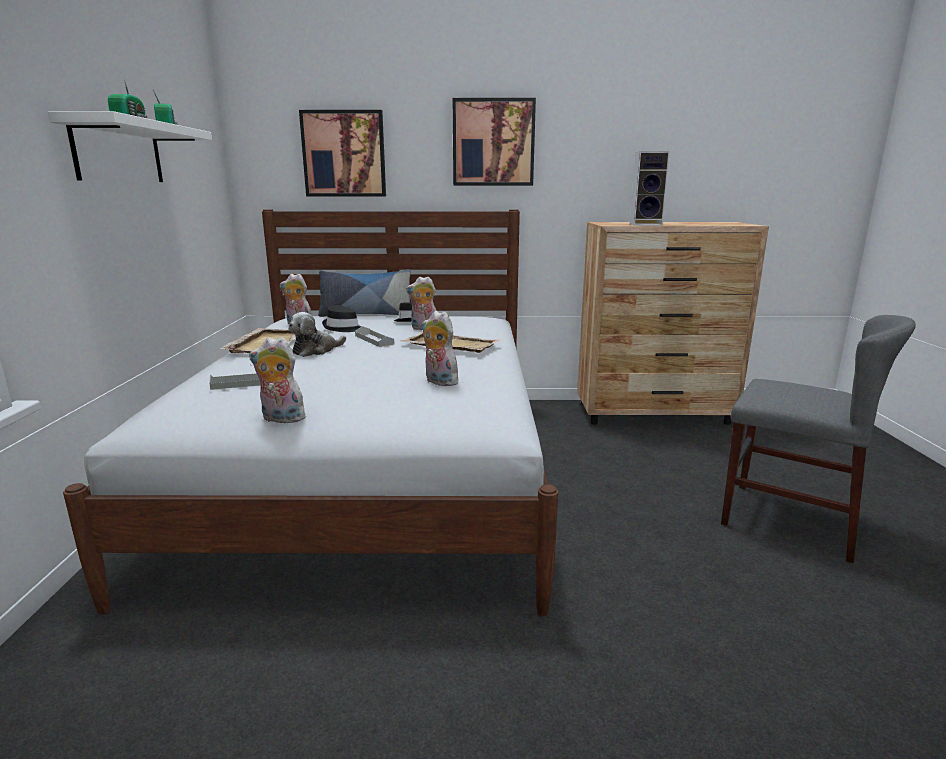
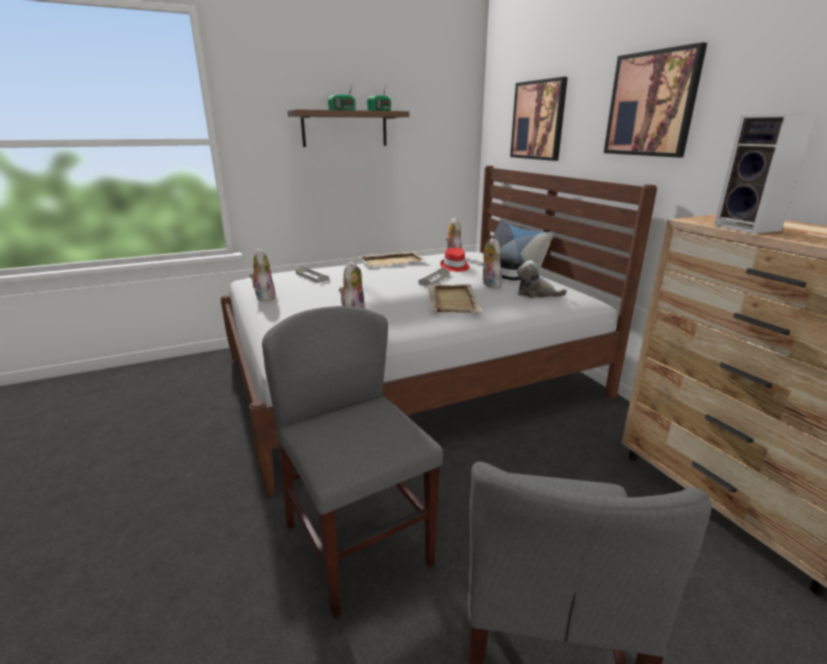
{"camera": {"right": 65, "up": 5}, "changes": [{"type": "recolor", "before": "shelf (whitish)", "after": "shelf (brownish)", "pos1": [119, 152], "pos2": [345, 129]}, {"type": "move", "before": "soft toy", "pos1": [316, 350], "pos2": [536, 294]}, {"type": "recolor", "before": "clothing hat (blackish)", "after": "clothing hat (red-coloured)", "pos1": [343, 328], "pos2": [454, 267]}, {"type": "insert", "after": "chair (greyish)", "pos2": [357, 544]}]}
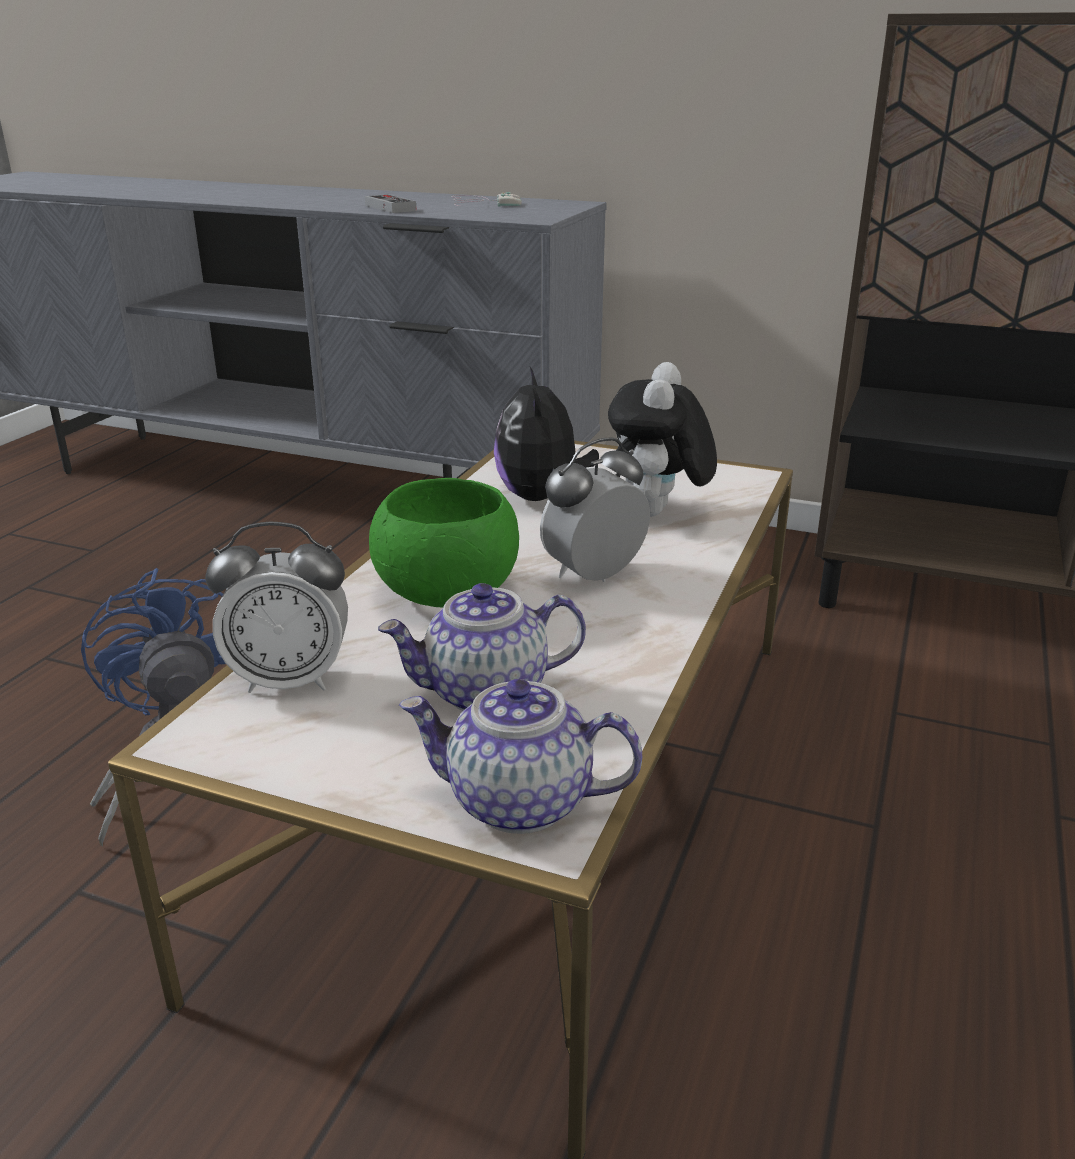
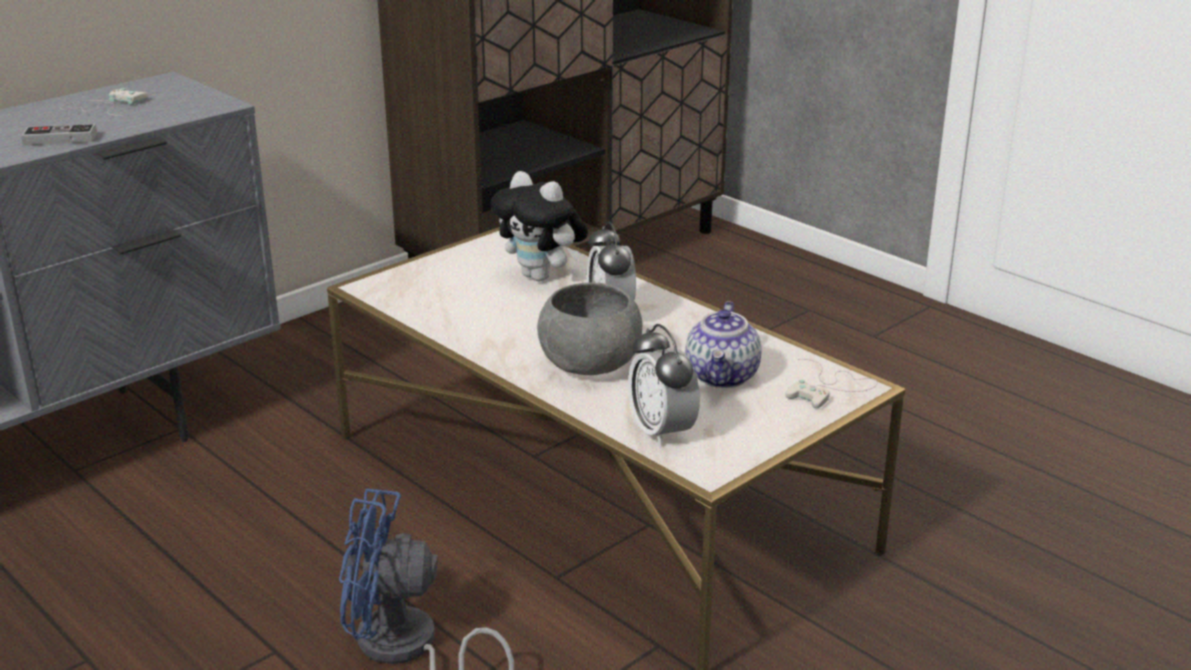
{"camera": {"right": -65, "up": 0}, "changes": [{"type": "rotate", "before": "bedside clock", "pos1": [290, 680], "pos2": [662, 432], "turn": 135}, {"type": "recolor", "before": "deep dish (green-coloured)", "after": "deep dish (greyish)", "pos1": [445, 592], "pos2": [589, 365]}, {"type": "replace", "before": "teapot", "after": "game controller (whitish)", "pos1": [518, 802], "pos2": [830, 388]}, {"type": "delete", "before": "soft toy", "pos1": [541, 497]}]}
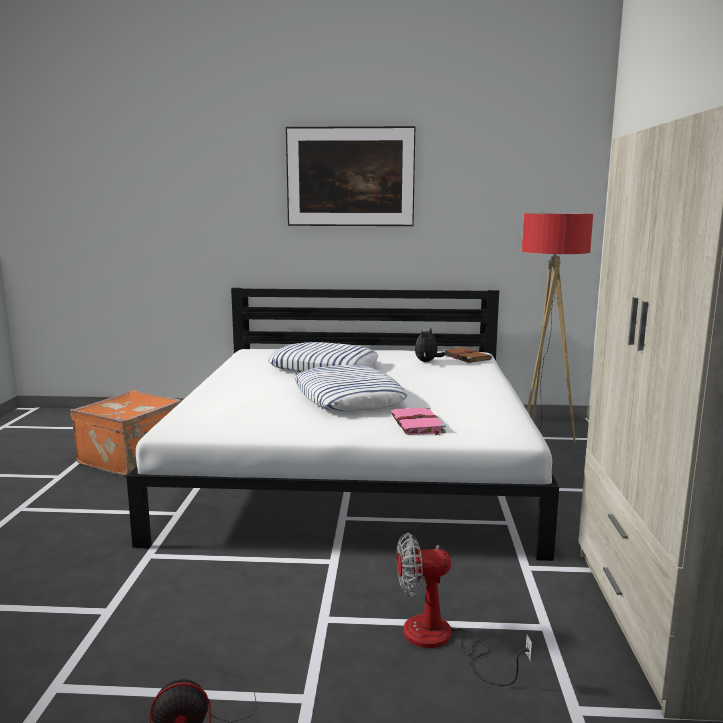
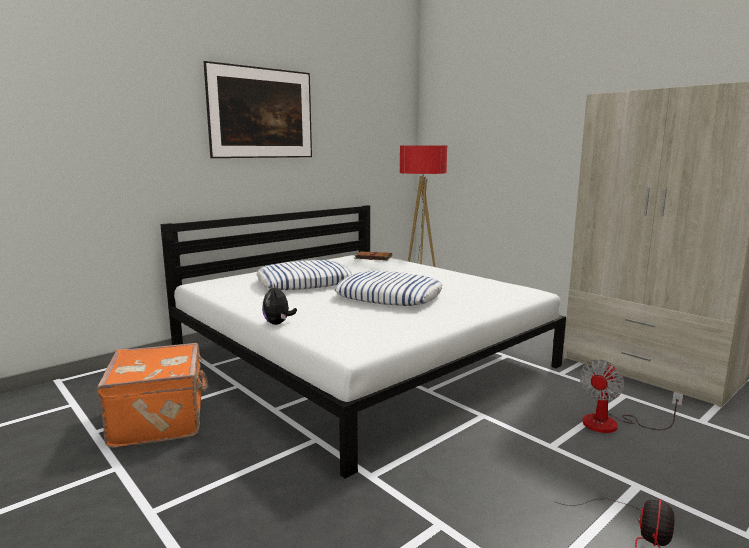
{"camera": {"right": -45, "up": 0}, "changes": [{"type": "delete", "before": "book (pink)", "pos1": [418, 424]}, {"type": "move", "before": "soft toy", "pos1": [427, 362], "pos2": [278, 323]}]}
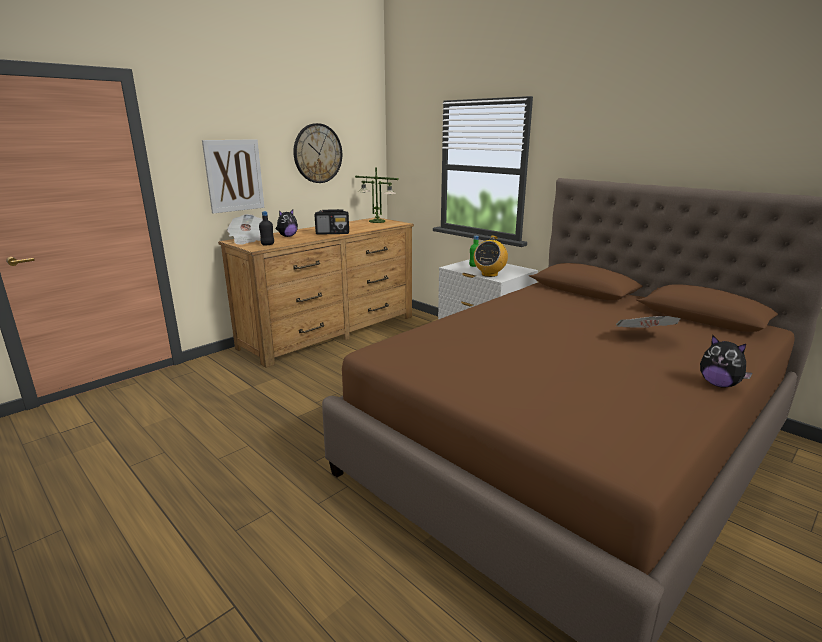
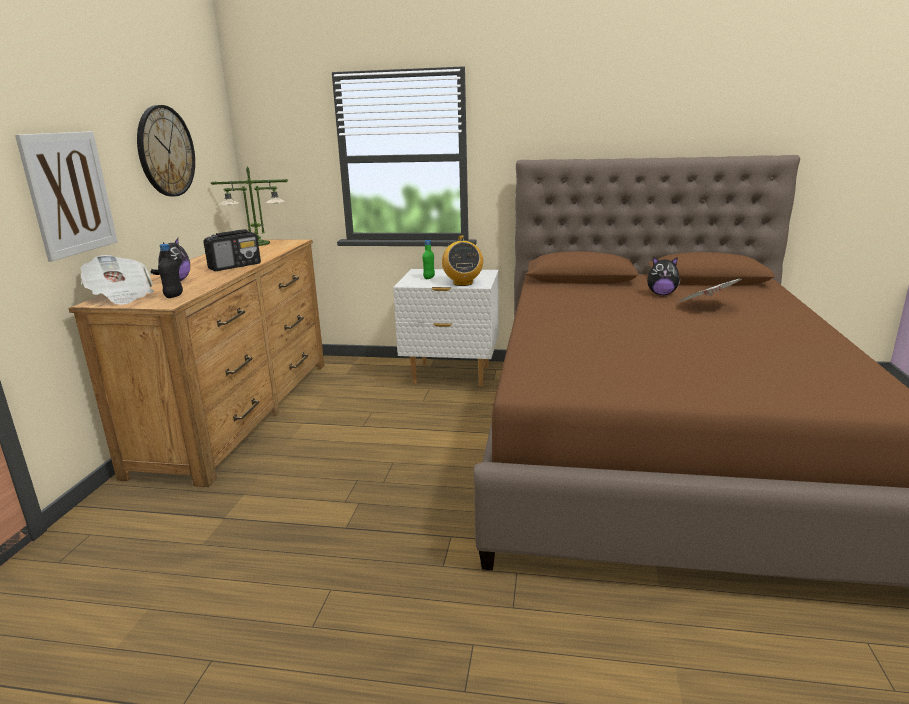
{"camera": {"right": -35, "up": 0}, "changes": [{"type": "move", "before": "soft toy", "pos1": [719, 384], "pos2": [661, 294]}]}
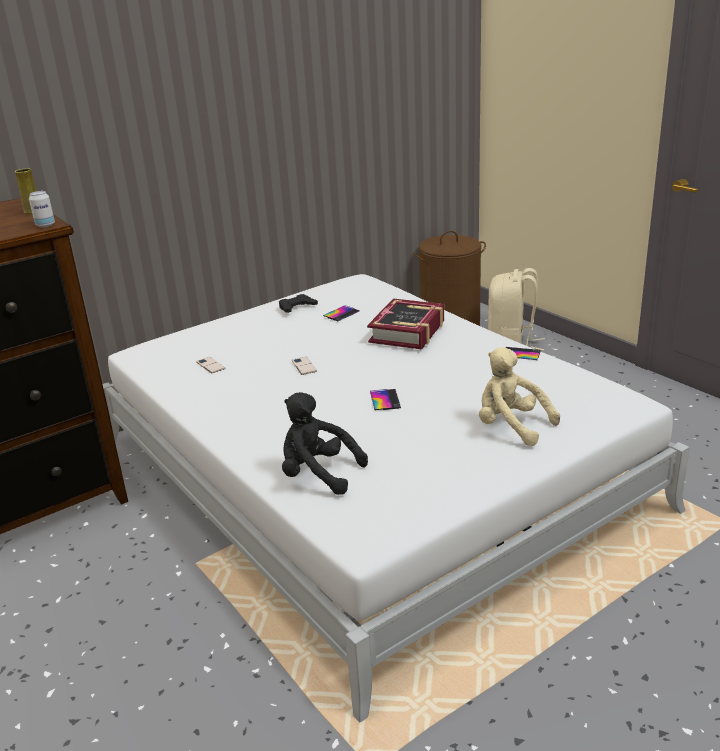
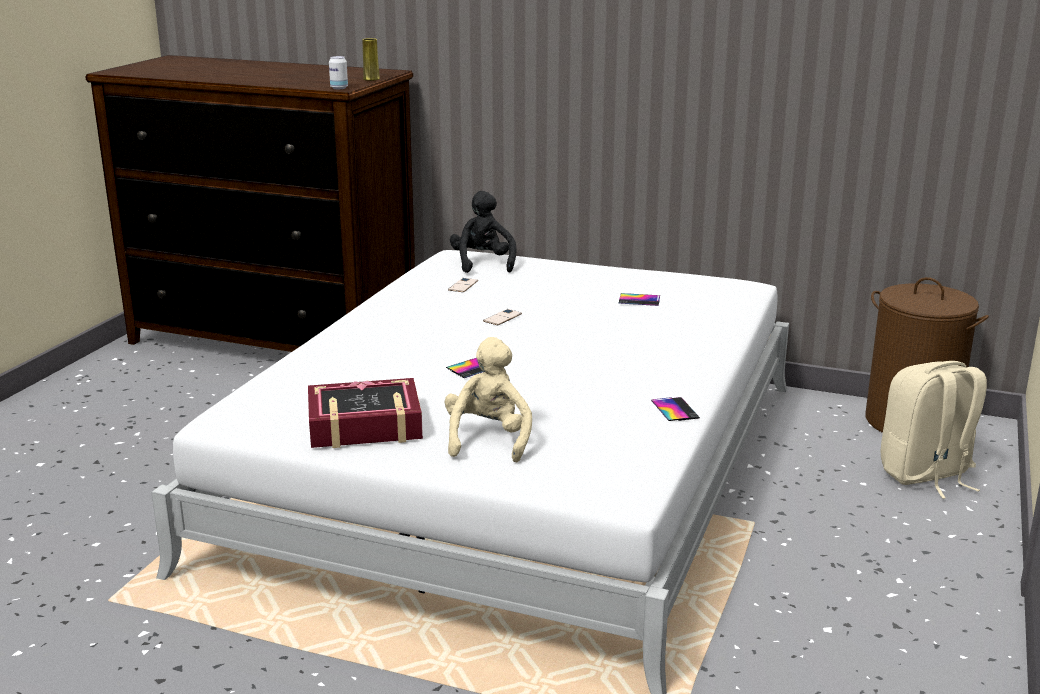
{"camera": {"right": 55, "up": -5}, "changes": [{"type": "delete", "before": "game controller (blackish)", "pos1": [297, 307]}, {"type": "move", "before": "soft toy (blackish)", "pos1": [318, 474], "pos2": [483, 263]}, {"type": "move", "before": "book", "pos1": [408, 332], "pos2": [364, 425]}]}
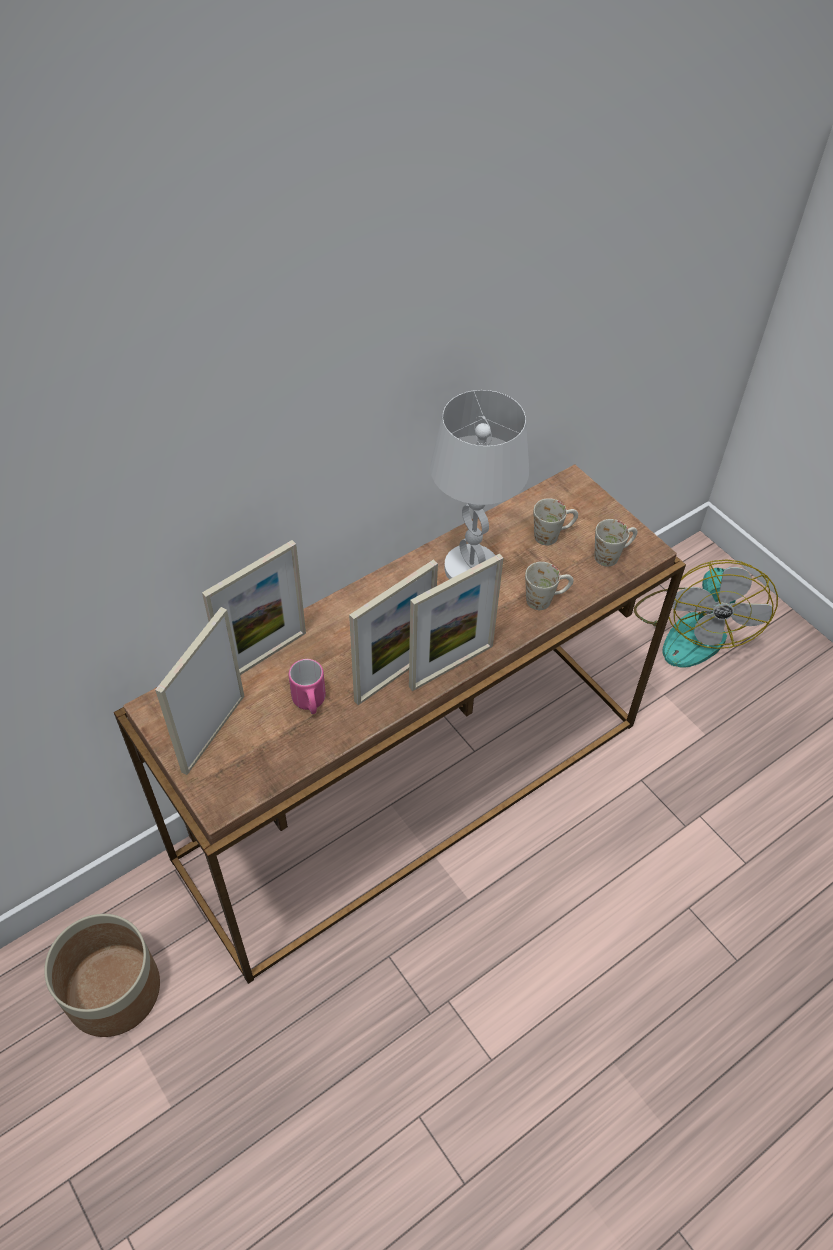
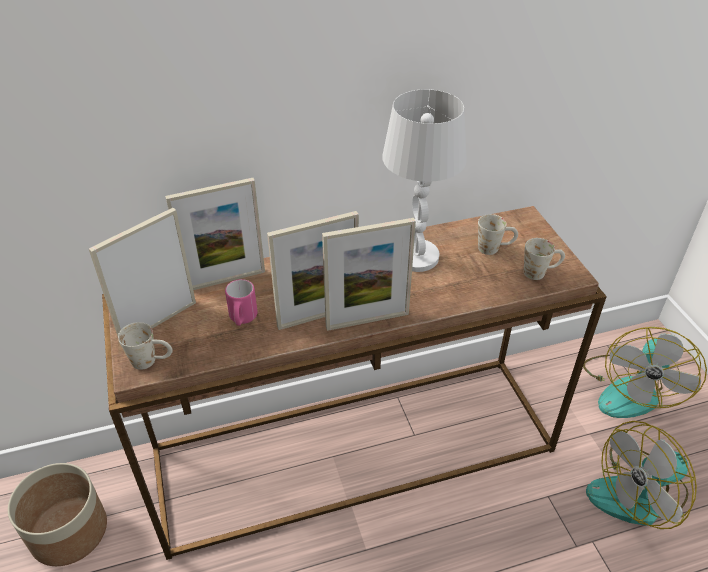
{"camera": {"right": 20, "up": -10}, "changes": [{"type": "move", "before": "coffee mug (whitish)", "pos1": [546, 598], "pos2": [151, 361]}, {"type": "insert", "after": "electric fan", "pos2": [638, 494]}]}
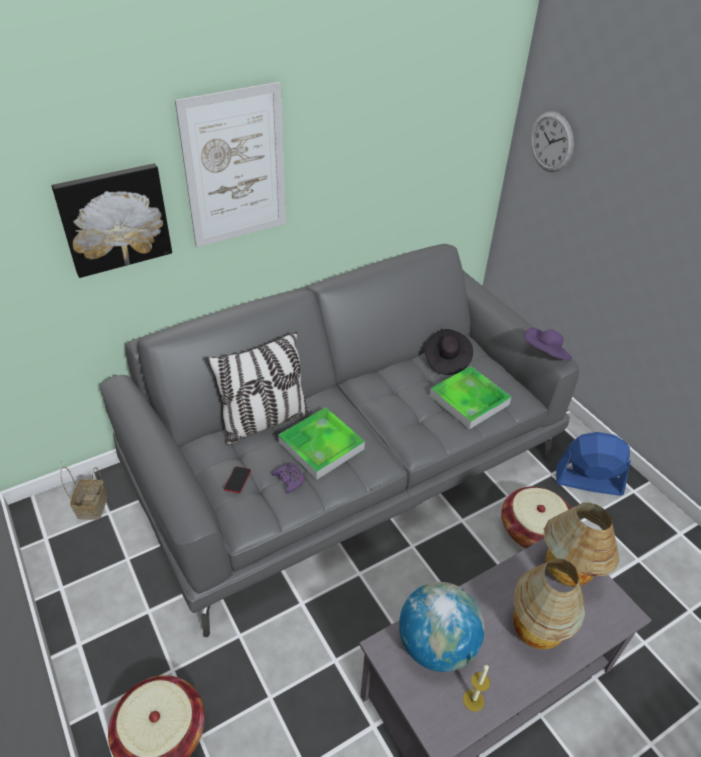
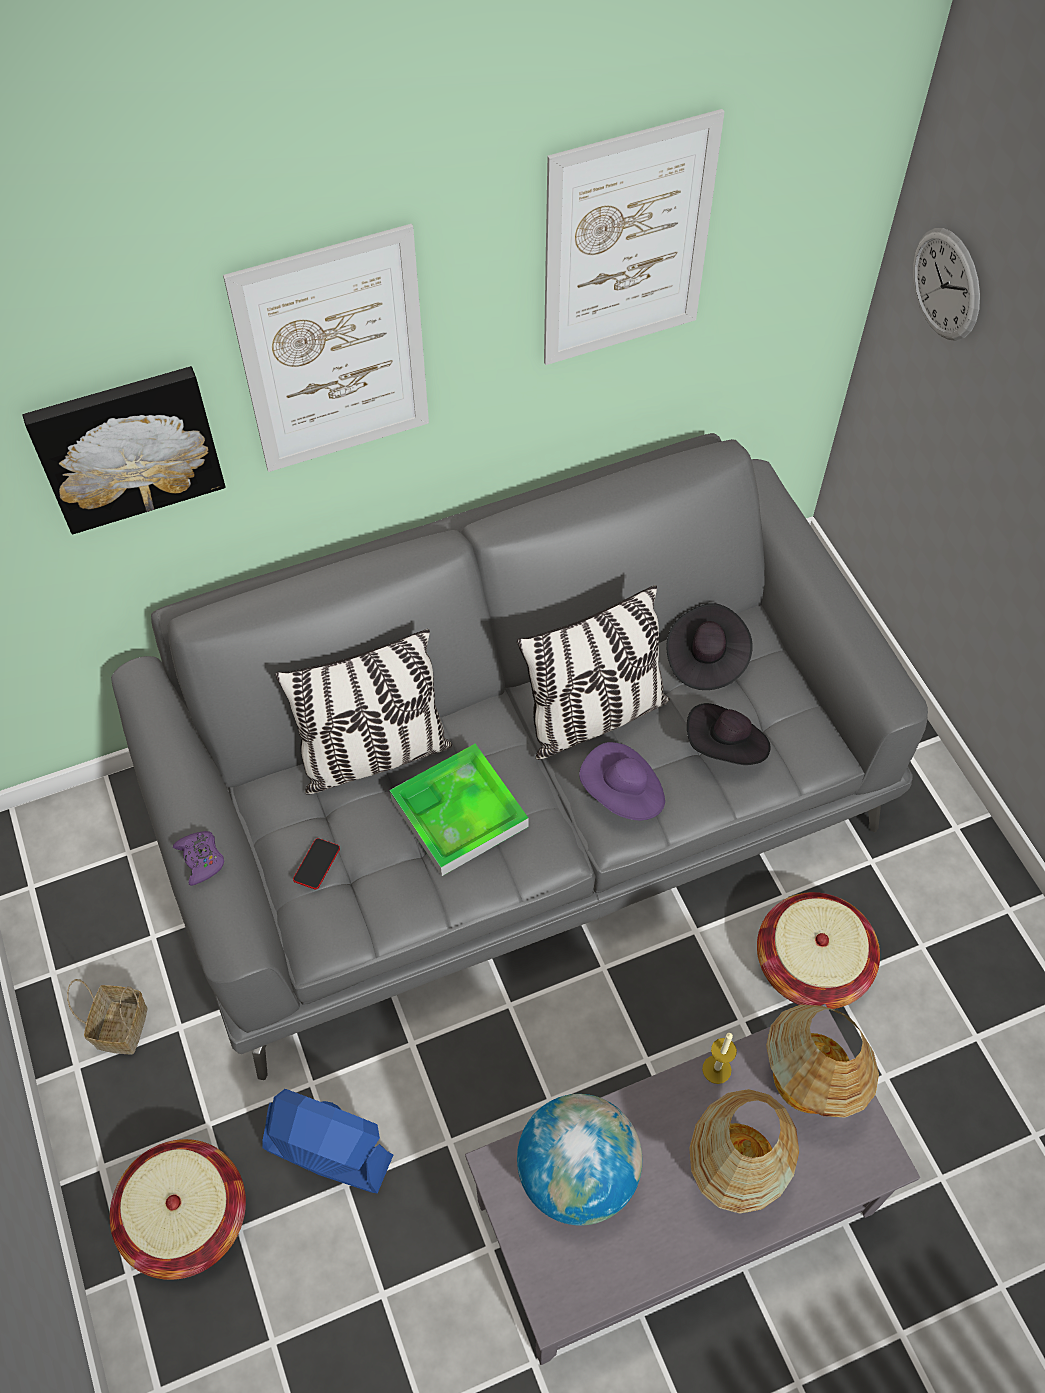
{"camera": {"right": 10, "up": 15}, "changes": [{"type": "move", "before": "household basket", "pos1": [91, 506], "pos2": [121, 1025]}, {"type": "move", "before": "game controller (purplish)", "pos1": [289, 480], "pos2": [201, 859]}, {"type": "replace", "before": "carrying tray", "after": "clothing hat (blackish)", "pos1": [469, 400], "pos2": [726, 747]}, {"type": "move", "before": "candle", "pos1": [473, 700], "pos2": [716, 1069]}, {"type": "move", "before": "clothing hat (purplish)", "pos1": [545, 355], "pos2": [623, 794]}, {"type": "move", "before": "electric fan (blue)", "pos1": [588, 481], "pos2": [328, 1151]}, {"type": "insert", "after": "cushion", "pos2": [594, 716]}, {"type": "insert", "after": "wall picture", "pos2": [627, 243]}]}
